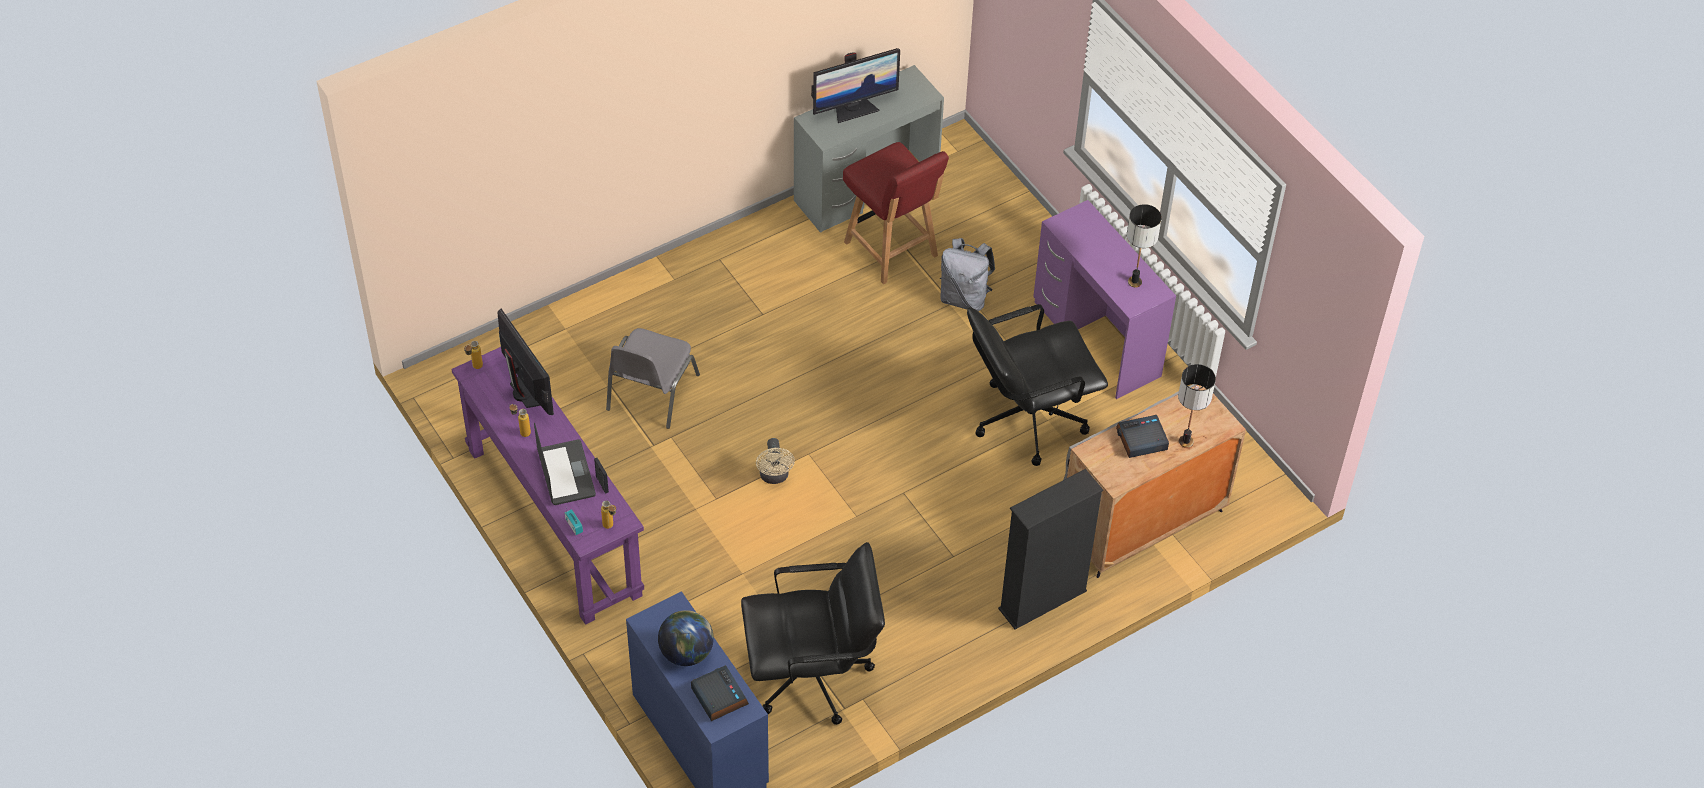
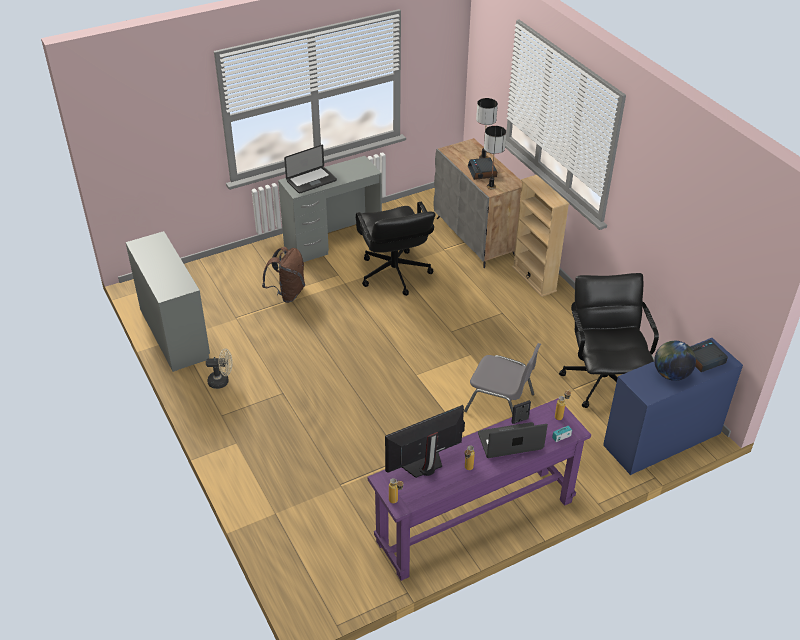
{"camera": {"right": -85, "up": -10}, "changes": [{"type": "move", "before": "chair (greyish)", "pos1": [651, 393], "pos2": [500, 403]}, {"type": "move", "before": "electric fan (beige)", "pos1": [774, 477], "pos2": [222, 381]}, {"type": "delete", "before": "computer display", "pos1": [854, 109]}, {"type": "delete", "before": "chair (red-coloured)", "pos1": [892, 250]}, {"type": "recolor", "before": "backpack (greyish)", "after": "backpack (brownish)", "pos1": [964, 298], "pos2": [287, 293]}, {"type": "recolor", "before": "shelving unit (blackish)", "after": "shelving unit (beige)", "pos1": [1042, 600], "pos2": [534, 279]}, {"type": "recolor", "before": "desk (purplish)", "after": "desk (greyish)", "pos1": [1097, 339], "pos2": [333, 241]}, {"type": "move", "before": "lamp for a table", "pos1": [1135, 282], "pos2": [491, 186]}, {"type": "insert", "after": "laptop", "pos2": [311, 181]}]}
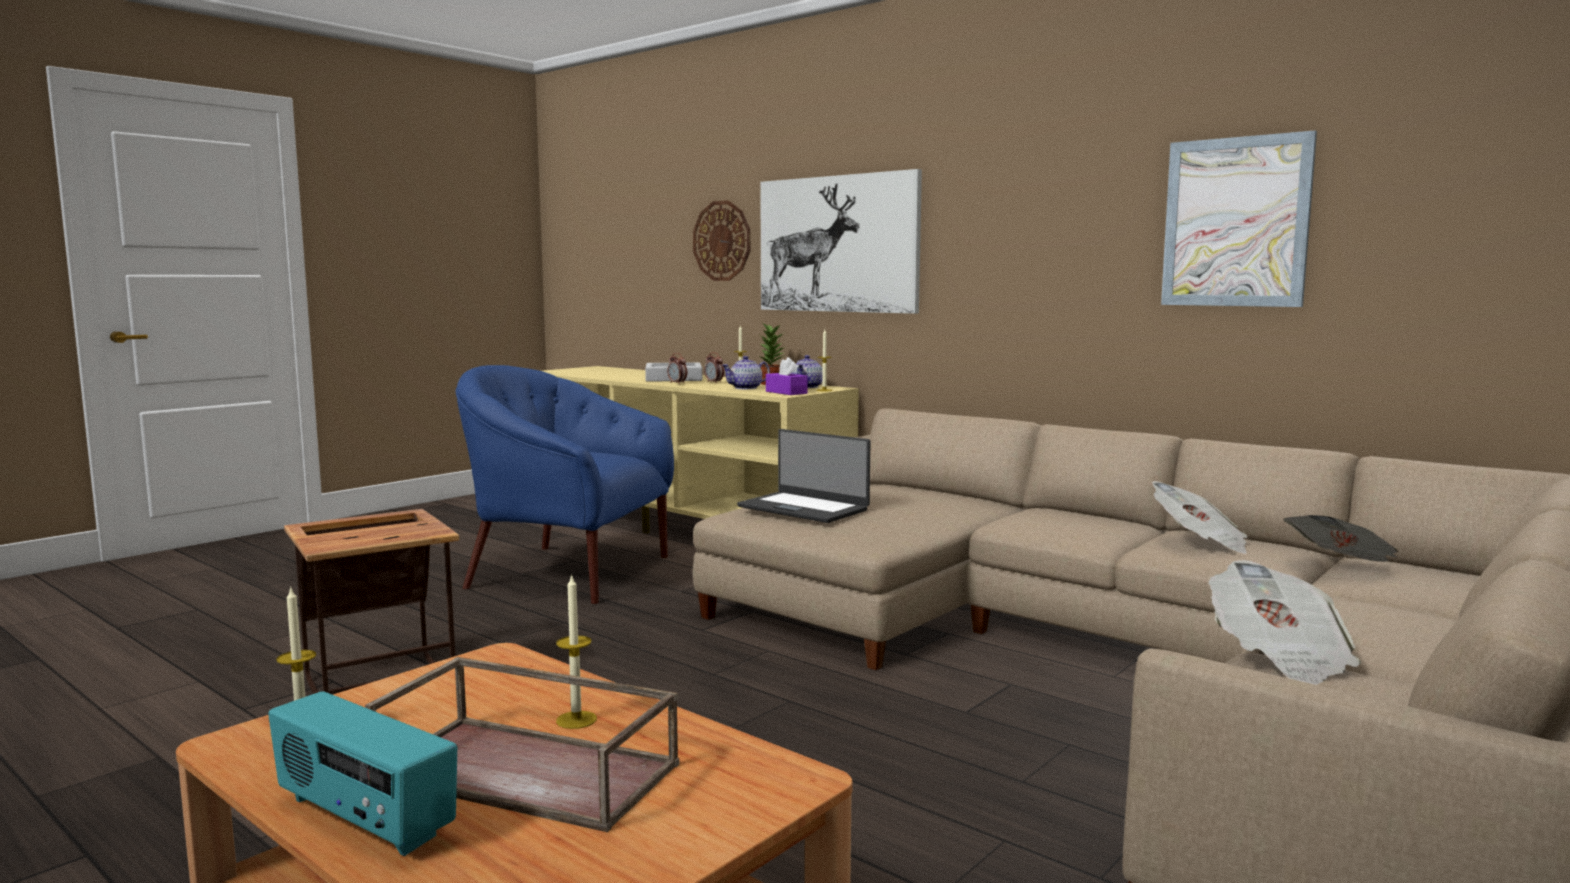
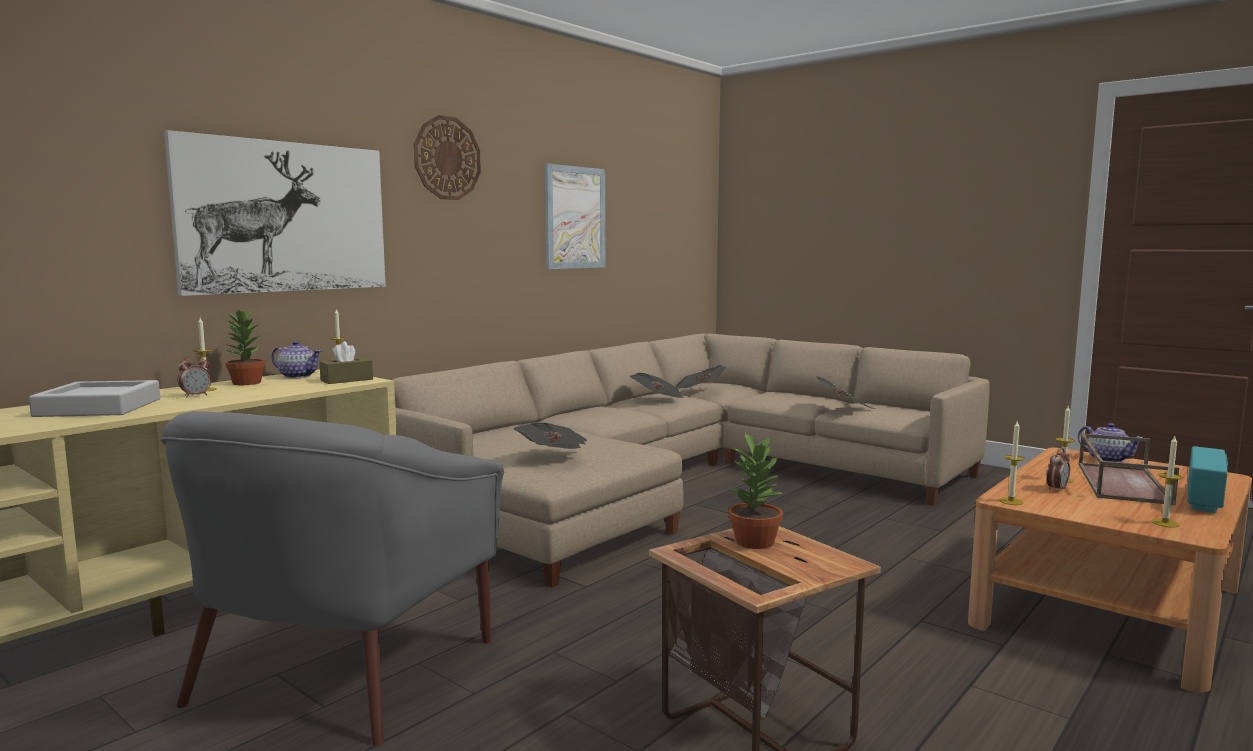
{"camera": {"right": -90, "up": 0}, "changes": [{"type": "recolor", "before": "easy chair (blue)", "after": "easy chair (greyish)", "pos1": [567, 572], "pos2": [340, 671]}, {"type": "move", "before": "bedside clock", "pos1": [677, 383], "pos2": [1057, 489]}, {"type": "move", "before": "hanging clock", "pos1": [722, 241], "pos2": [447, 158]}, {"type": "move", "before": "teapot", "pos1": [746, 388], "pos2": [1107, 459]}, {"type": "replace", "before": "laptop", "after": "newspaper", "pos1": [804, 508], "pos2": [553, 456]}, {"type": "recolor", "before": "tissue box (purplish)", "after": "tissue box (brownish)", "pos1": [786, 392], "pos2": [347, 380]}, {"type": "insert", "after": "houseplant", "pos2": [755, 541]}, {"type": "insert", "after": "candle", "pos2": [1011, 501]}]}
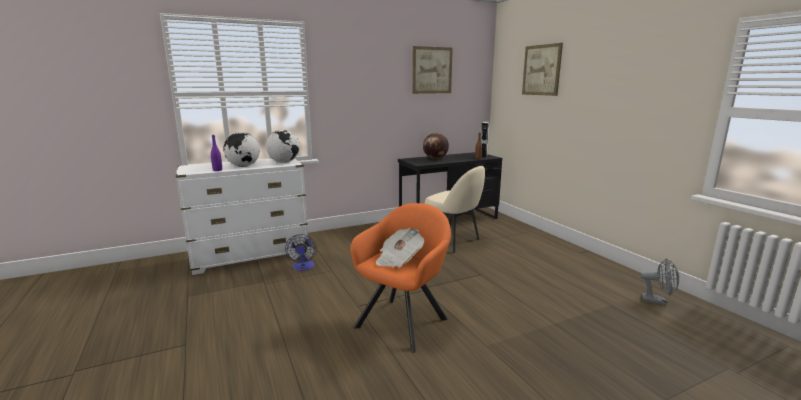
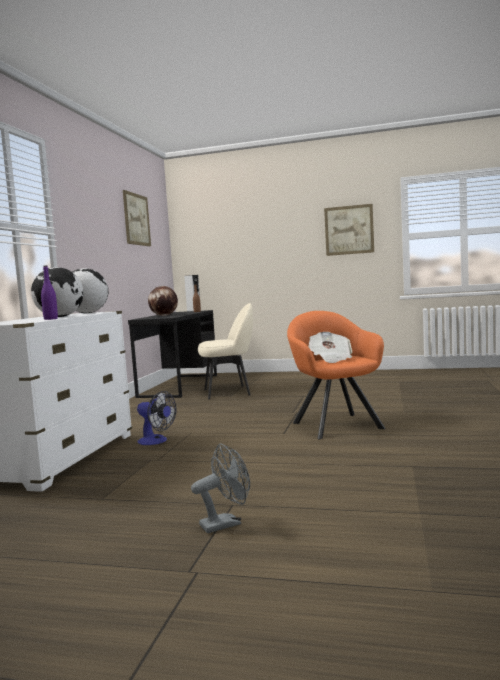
{"camera": {"right": -50, "up": -10}, "changes": [{"type": "move", "before": "wall picture", "pos1": [541, 70], "pos2": [349, 230]}, {"type": "move", "before": "electric fan (greyish)", "pos1": [657, 301], "pos2": [226, 523]}]}
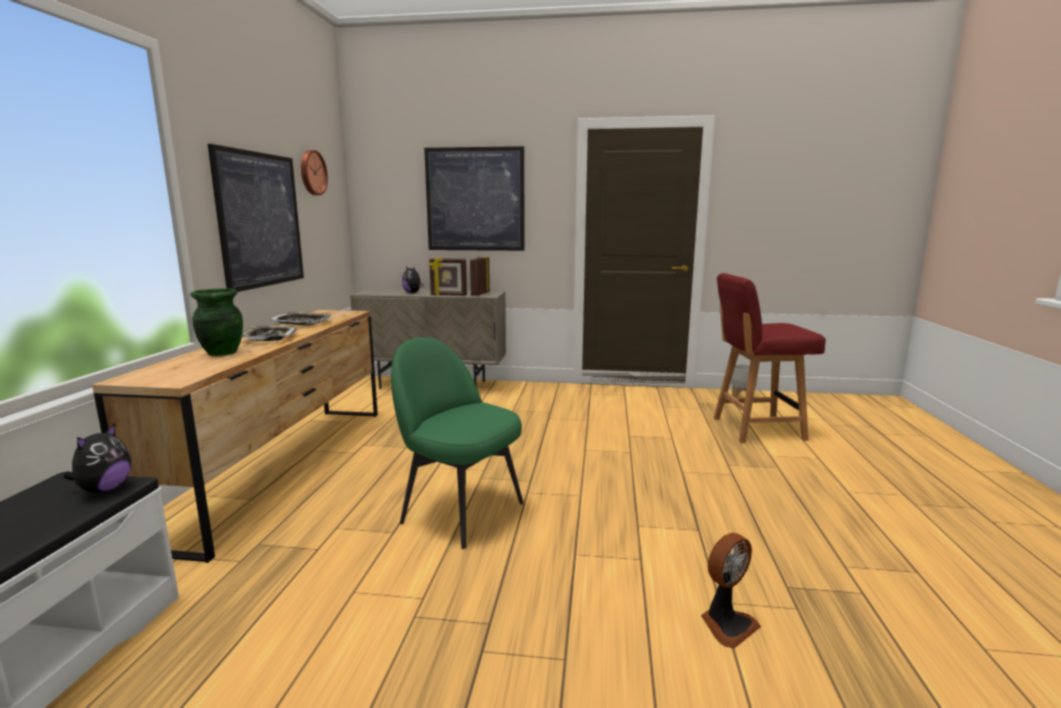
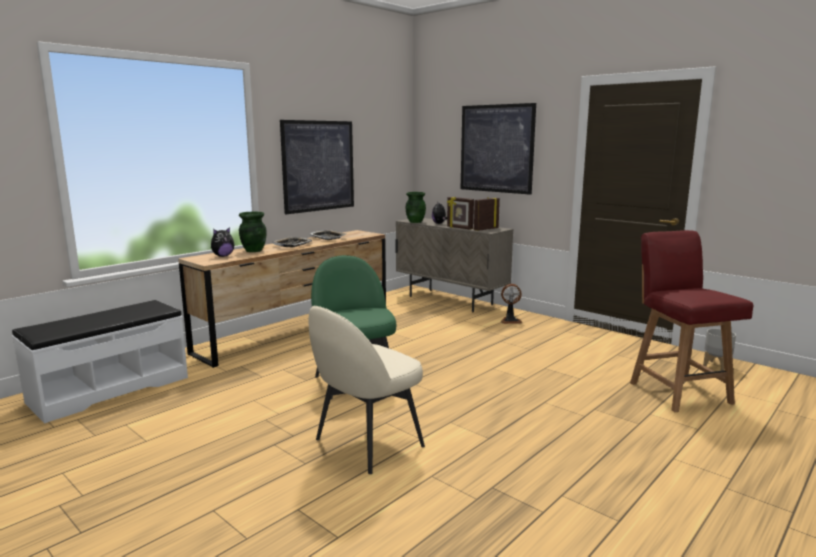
{"camera": {"right": 35, "up": 0}, "changes": [{"type": "move", "before": "soft toy", "pos1": [104, 489], "pos2": [223, 256]}, {"type": "delete", "before": "hanging clock", "pos1": [312, 173]}, {"type": "move", "before": "electric fan", "pos1": [726, 624], "pos2": [510, 320]}, {"type": "rotate", "before": "chair (red-coloured)", "pos1": [755, 429], "pos2": [678, 392], "turn": 45}, {"type": "insert", "after": "chair (beige)", "pos2": [366, 444]}, {"type": "insert", "after": "flower vase (green-coloured)", "pos2": [415, 222]}]}
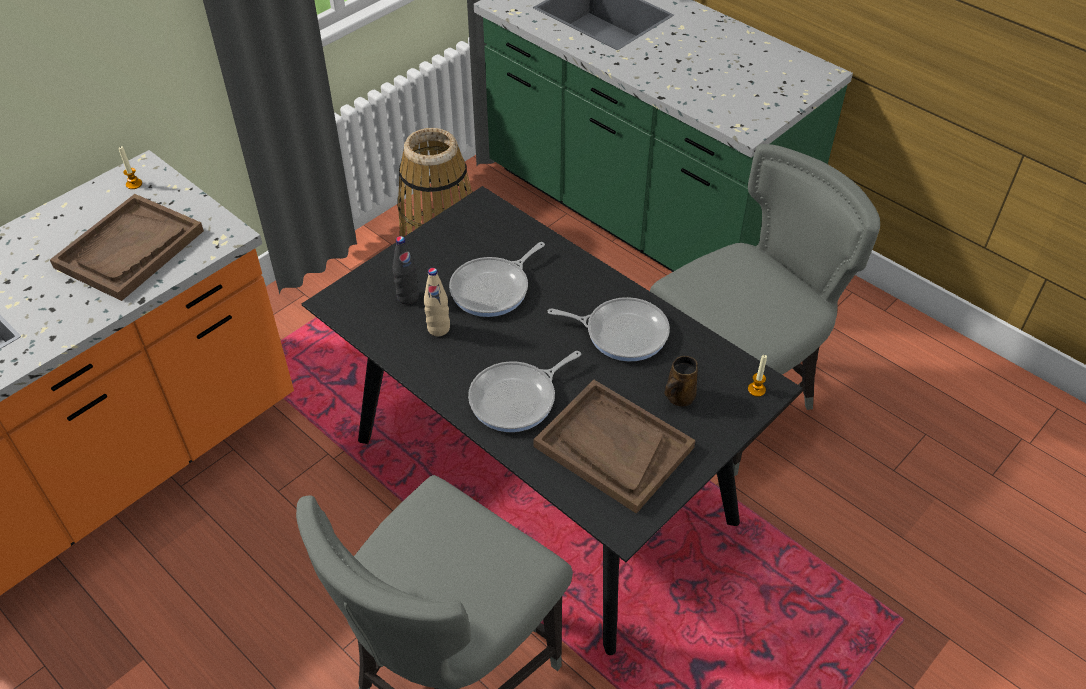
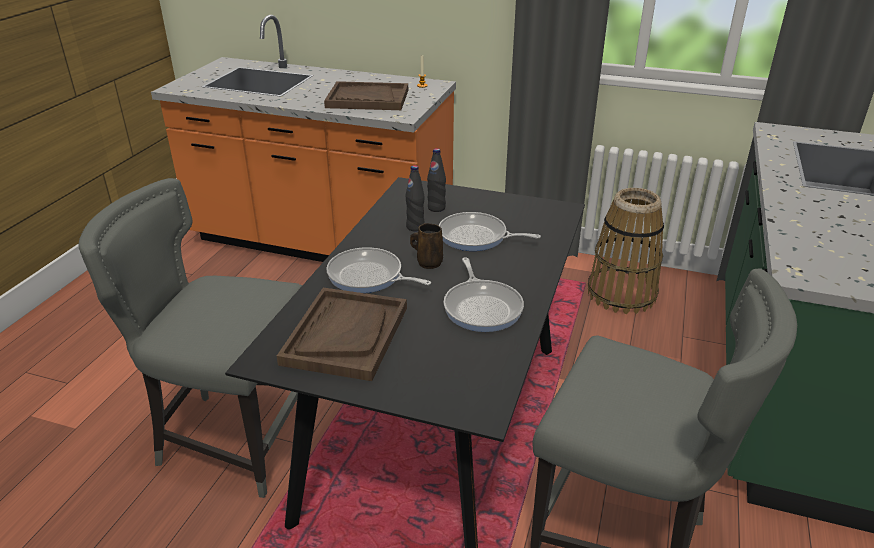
{"camera": {"right": 65, "up": -15}, "changes": [{"type": "recolor", "before": "beverage bottle (beige)", "after": "beverage bottle (blackish)", "pos1": [438, 329], "pos2": [415, 227]}, {"type": "move", "before": "coffee mug (brownish)", "pos1": [678, 397], "pos2": [428, 262]}, {"type": "delete", "before": "candle", "pos1": [756, 389]}]}
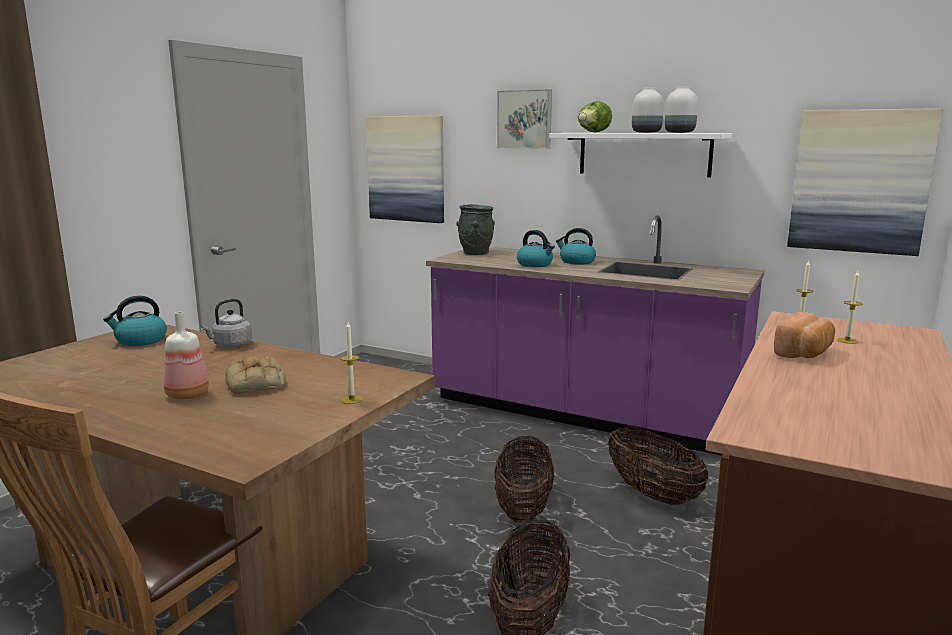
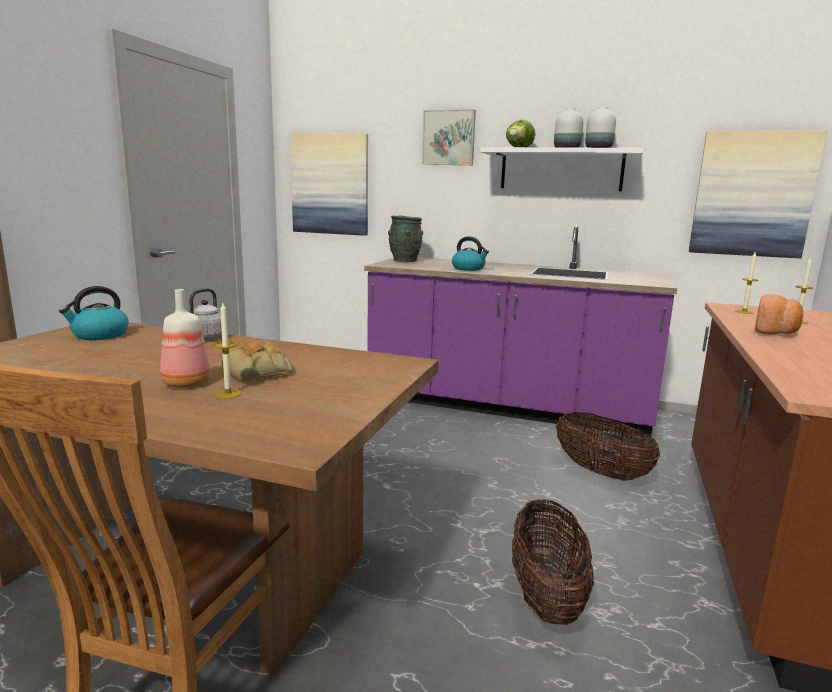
{"camera": {"right": -10, "up": 0}, "changes": [{"type": "move", "before": "candle", "pos1": [351, 399], "pos2": [228, 394]}, {"type": "delete", "before": "household basket", "pos1": [523, 508]}, {"type": "delete", "before": "tea kettle", "pos1": [576, 262]}]}
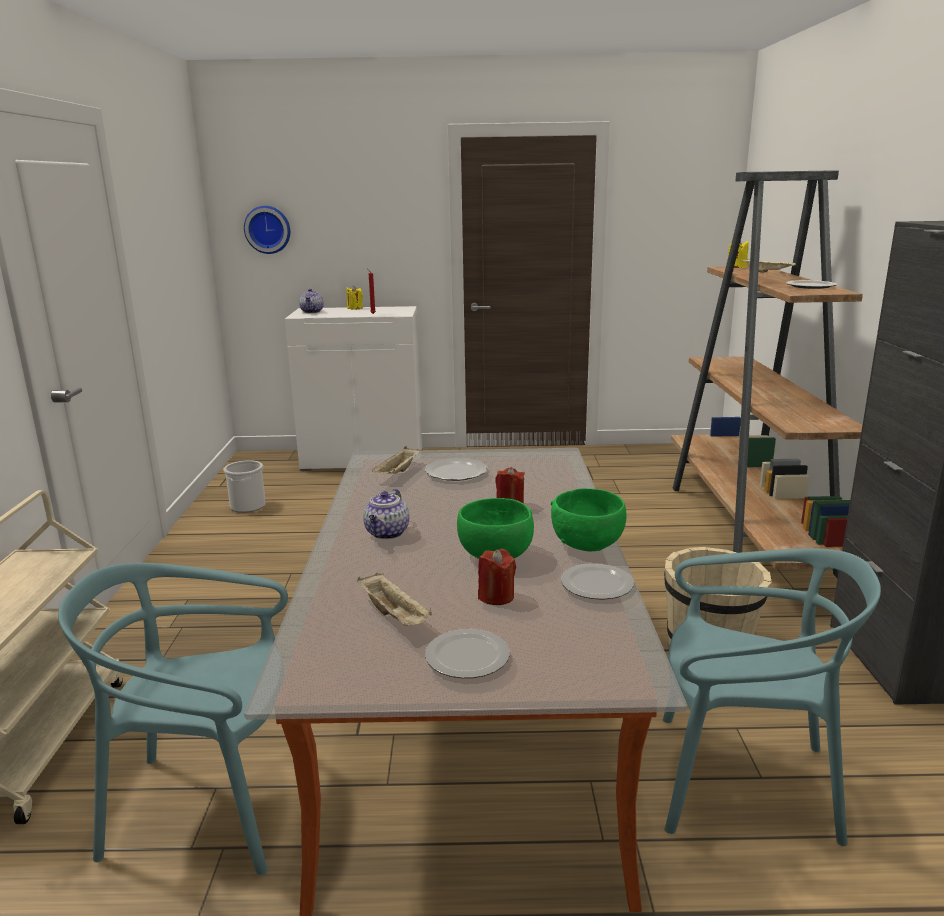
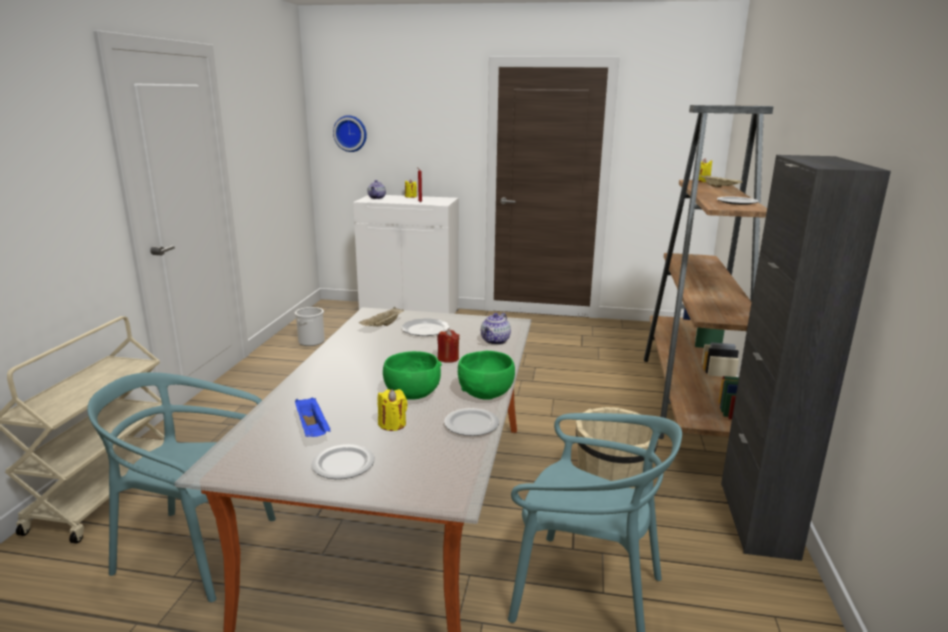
{"camera": {"right": 10, "up": 0}, "changes": [{"type": "recolor", "before": "carrying tray (beige)", "after": "carrying tray (blue)", "pos1": [395, 615], "pos2": [313, 429]}, {"type": "move", "before": "teapot", "pos1": [387, 533], "pos2": [495, 341]}, {"type": "recolor", "before": "candle (red-coloured)", "after": "candle (yellowish)", "pos1": [496, 596], "pos2": [392, 424]}]}
